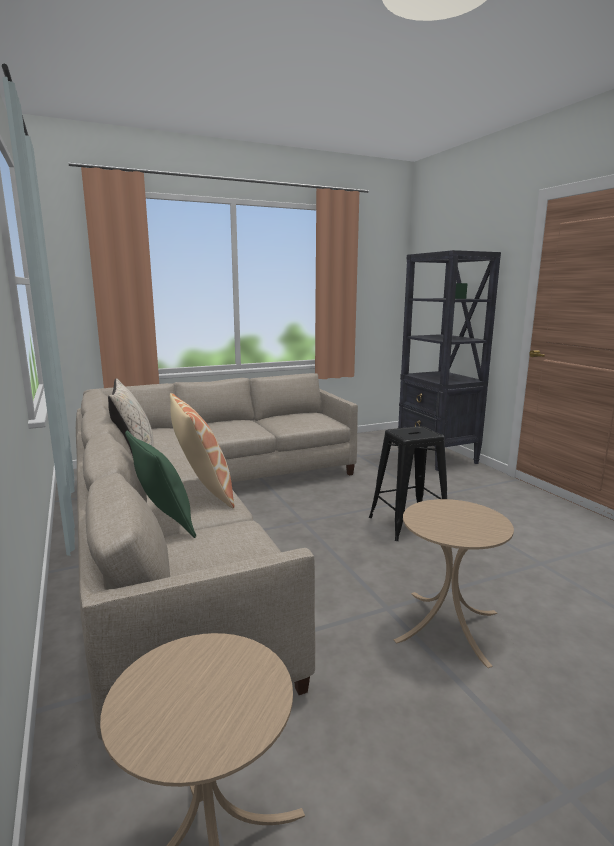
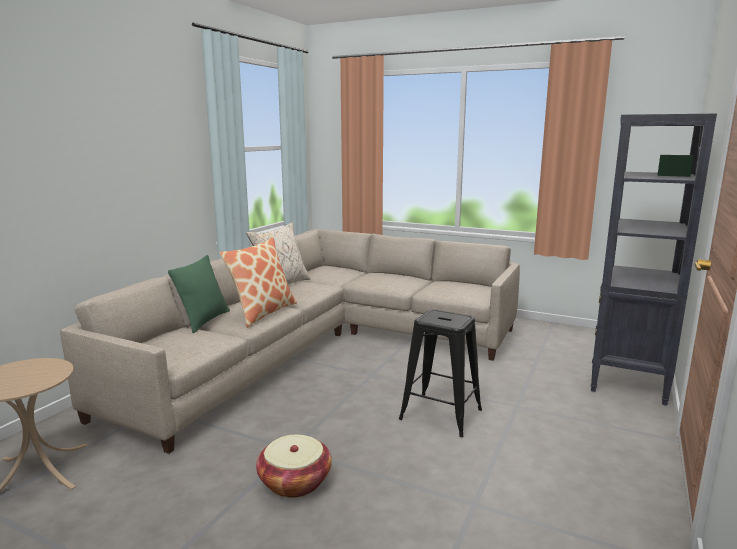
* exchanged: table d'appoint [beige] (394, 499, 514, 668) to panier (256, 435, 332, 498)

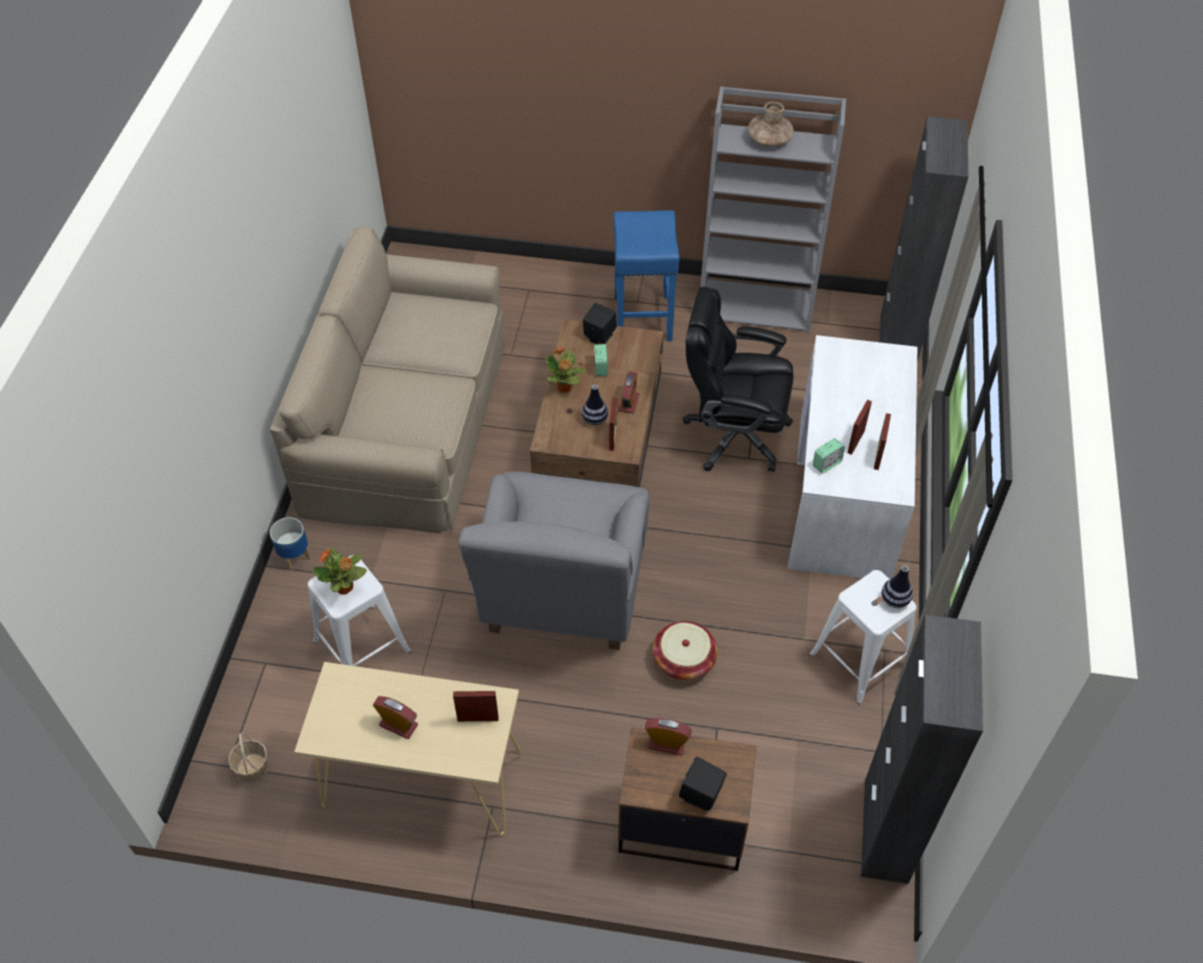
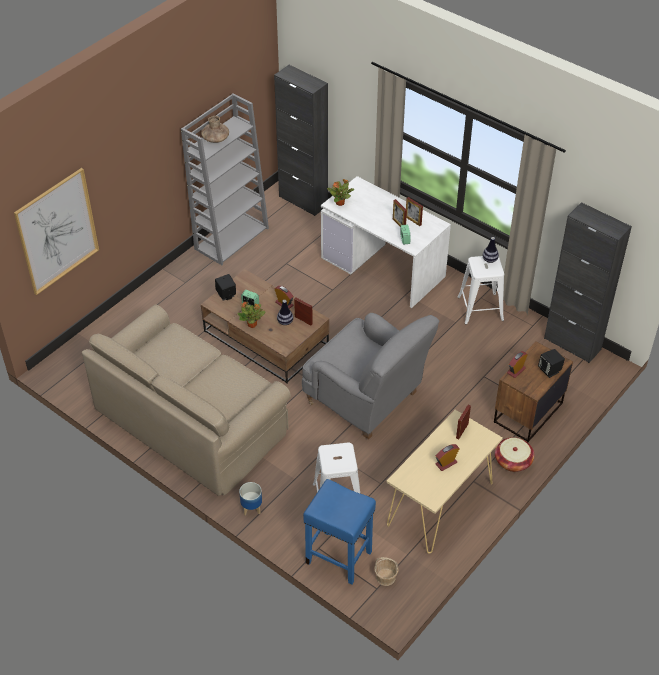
* appeared: tableau (14, 168, 99, 295)
* relocated: tabouret [bleu] (613, 210, 679, 341) to (303, 479, 376, 585)
* relocated: plante en pot (312, 548, 367, 595) to (327, 179, 354, 206)
* relocated: panier (653, 621, 718, 680) to (495, 437, 534, 472)
* missing: chaise de bureau [noir] (683, 287, 794, 472)

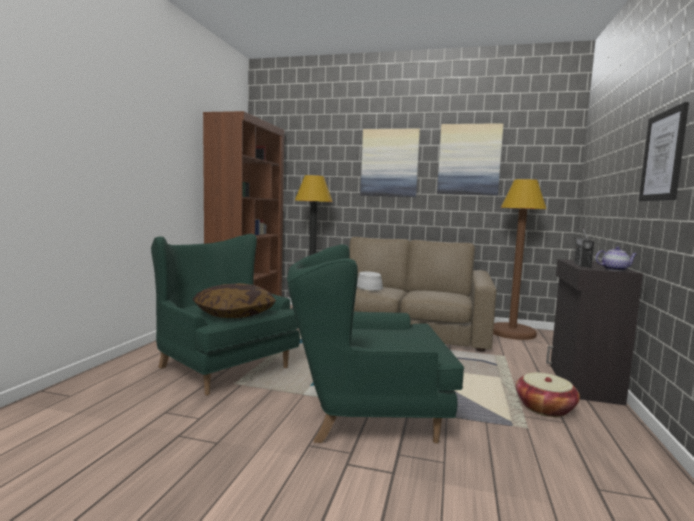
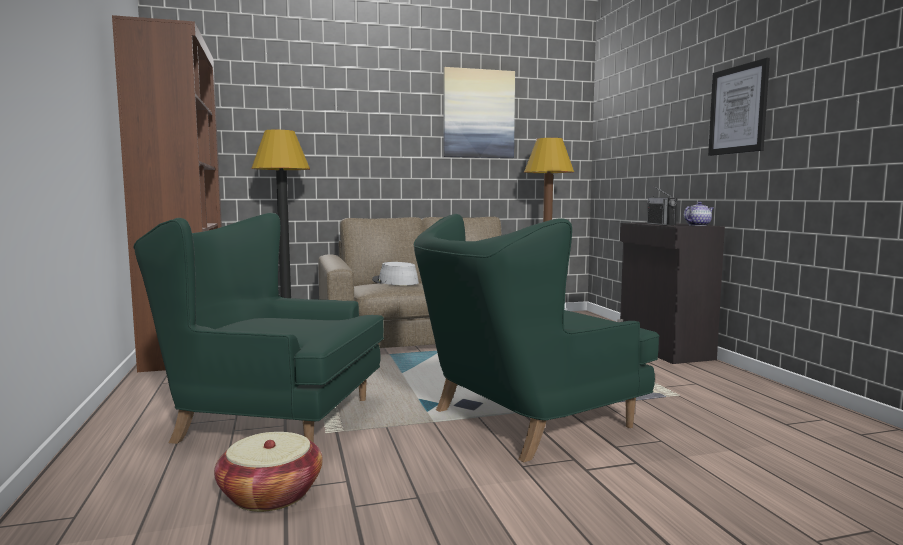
* relocated: panier (516, 372, 580, 417) to (214, 432, 323, 512)
* missing: coussin (193, 283, 276, 318)
* missing: tableau (360, 129, 420, 197)

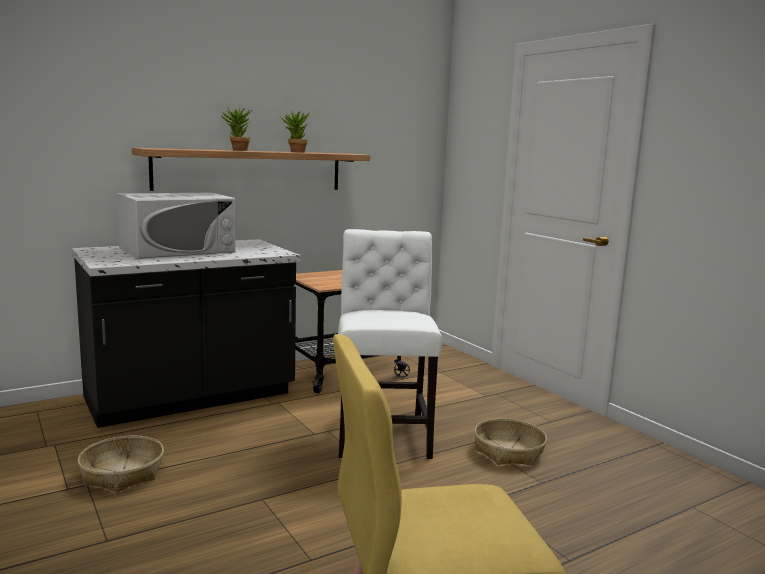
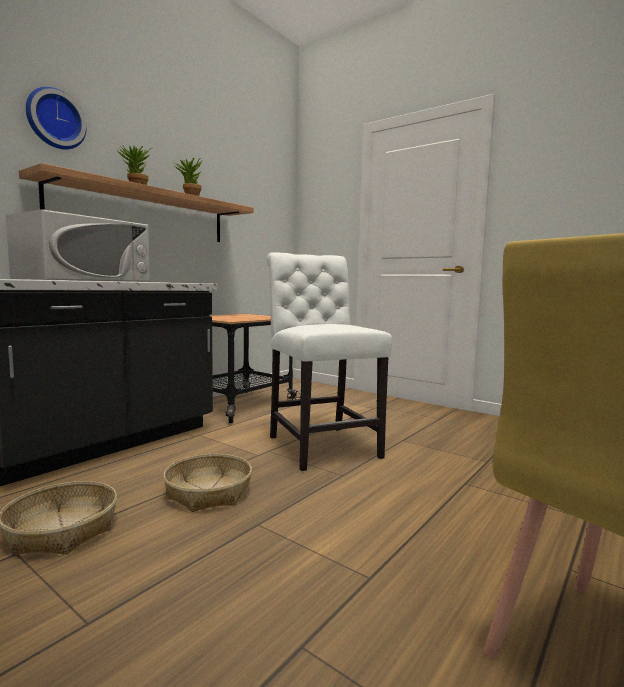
* appeared: horloge murale (26, 87, 87, 150)
* relocated: panier (474, 419, 547, 466) to (163, 454, 252, 512)

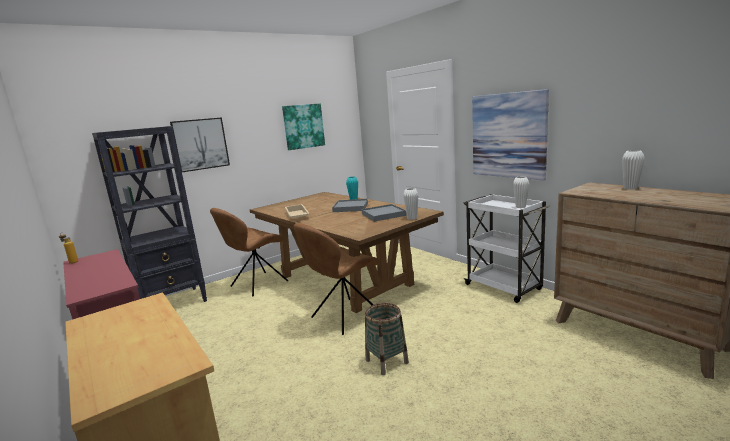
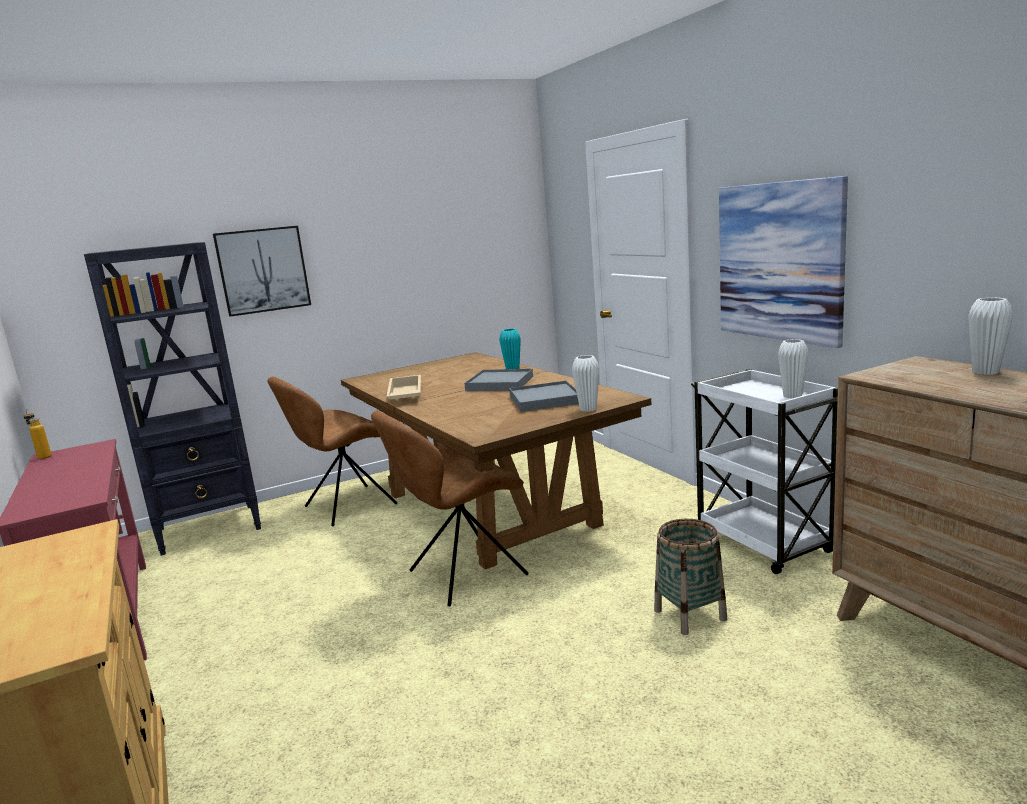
* relocated: panier (365, 303, 409, 375) to (654, 519, 727, 635)
* missing: tableau (282, 104, 325, 150)

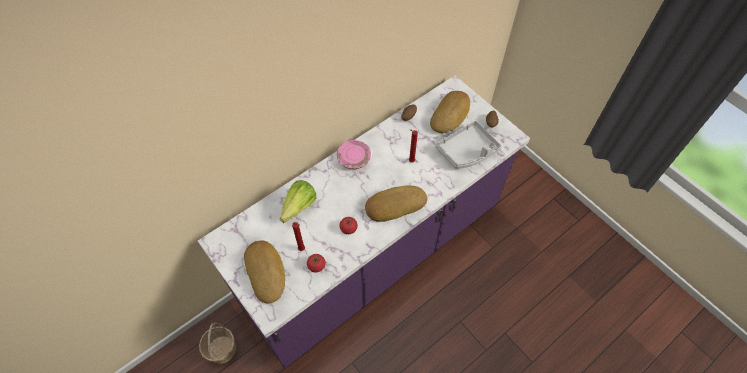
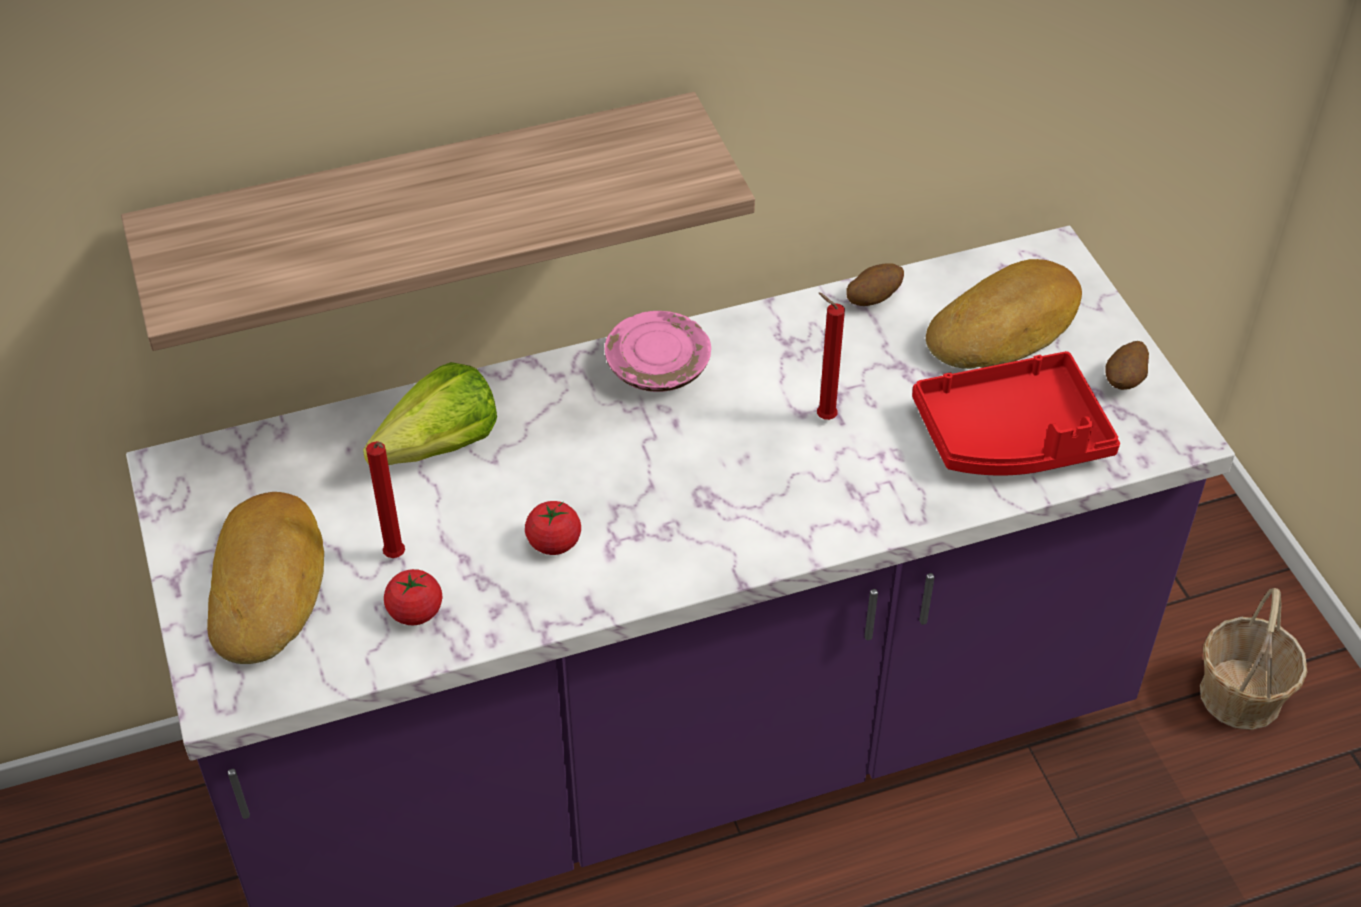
* appeared: étagère (121, 92, 755, 351)
* colour: plateau [gris] (435, 120, 501, 169) to plateau [rouge] (912, 351, 1120, 476)
* relocated: panier (199, 322, 236, 364) to (1200, 588, 1308, 730)
* missing: pain (365, 186, 427, 222)

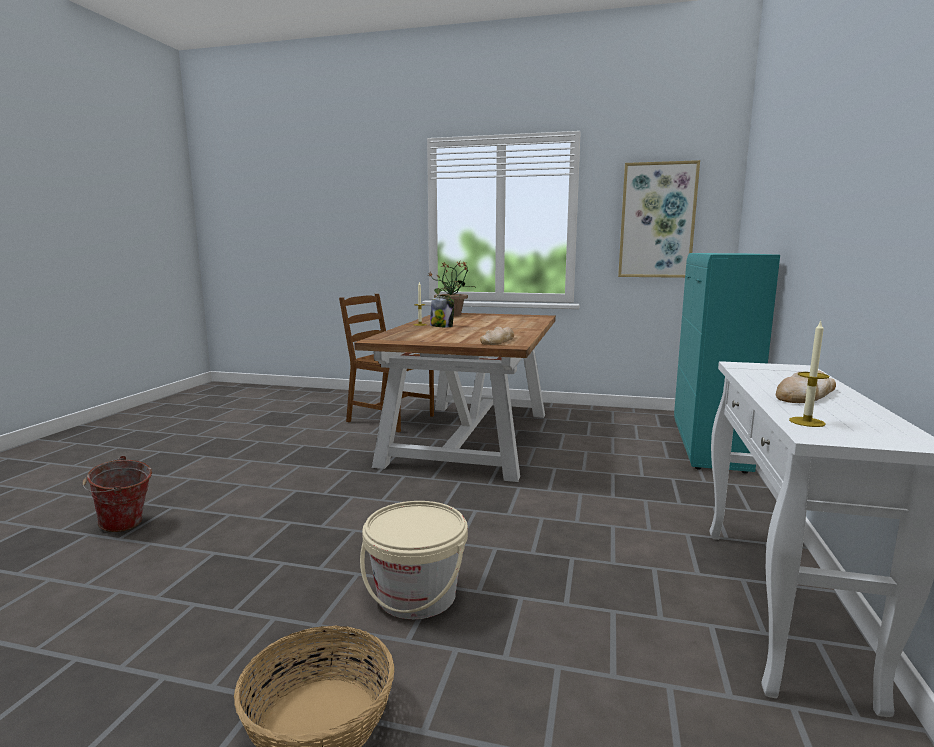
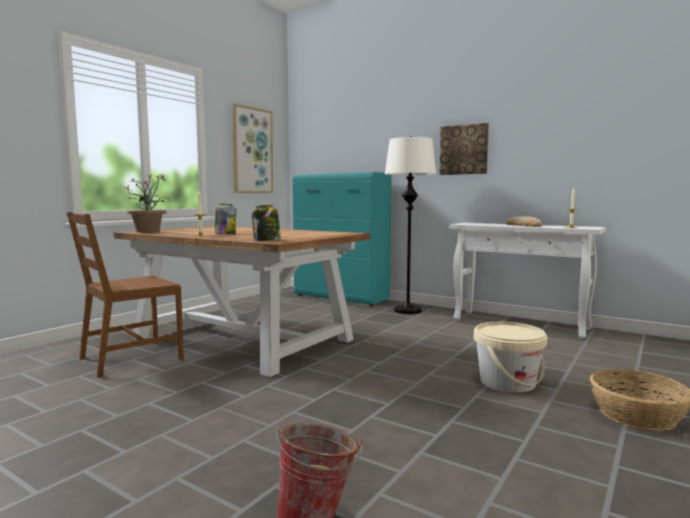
* appeared: bocal (251, 205, 281, 241)
* appeared: lampadaire [blanc] (385, 136, 436, 314)
* appeared: tableau (439, 123, 489, 175)
* missing: pain (480, 327, 514, 345)

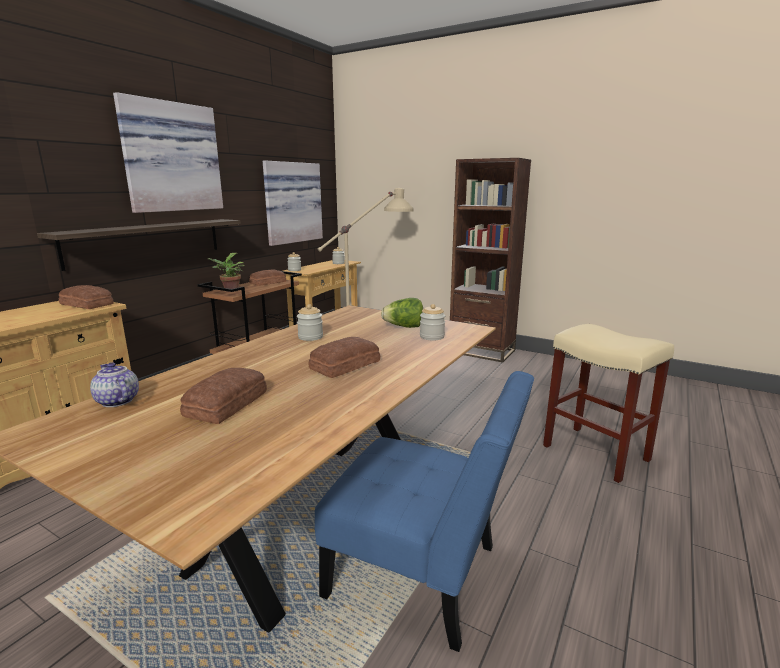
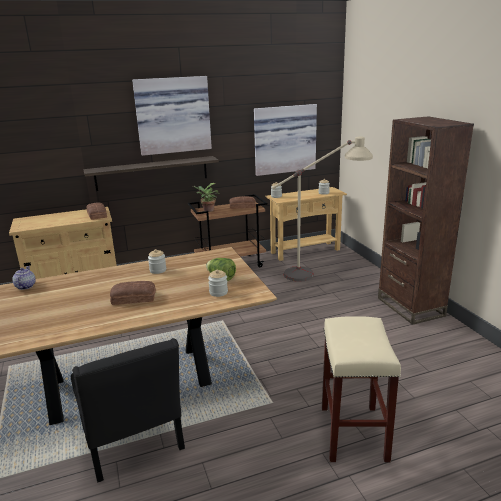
* colour: chaise [bleu] (315, 371, 534, 652) to chaise [noir] (71, 338, 185, 483)
* missing: pain (180, 368, 267, 424)

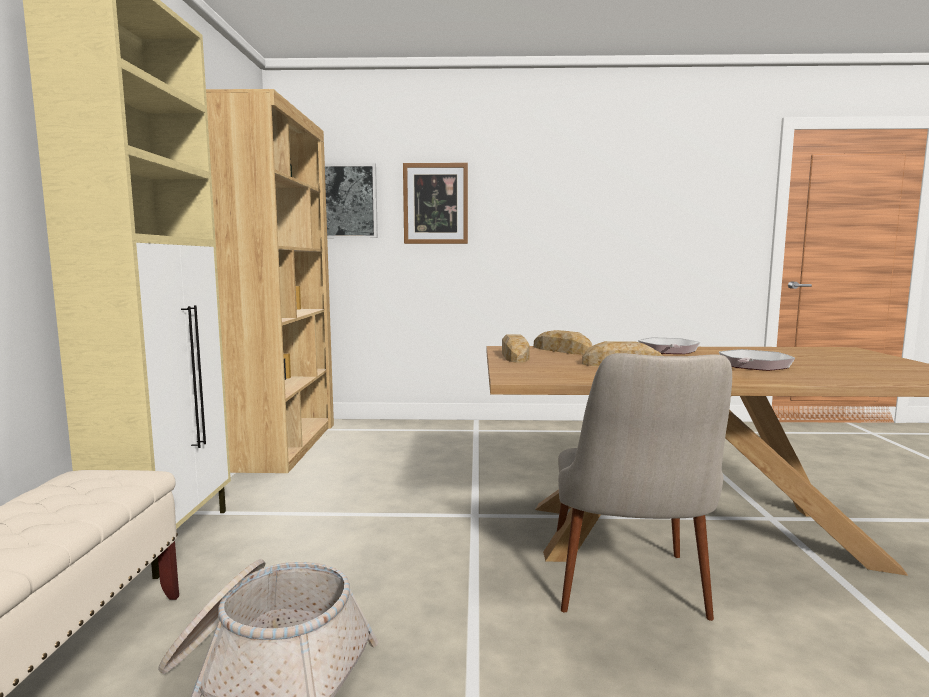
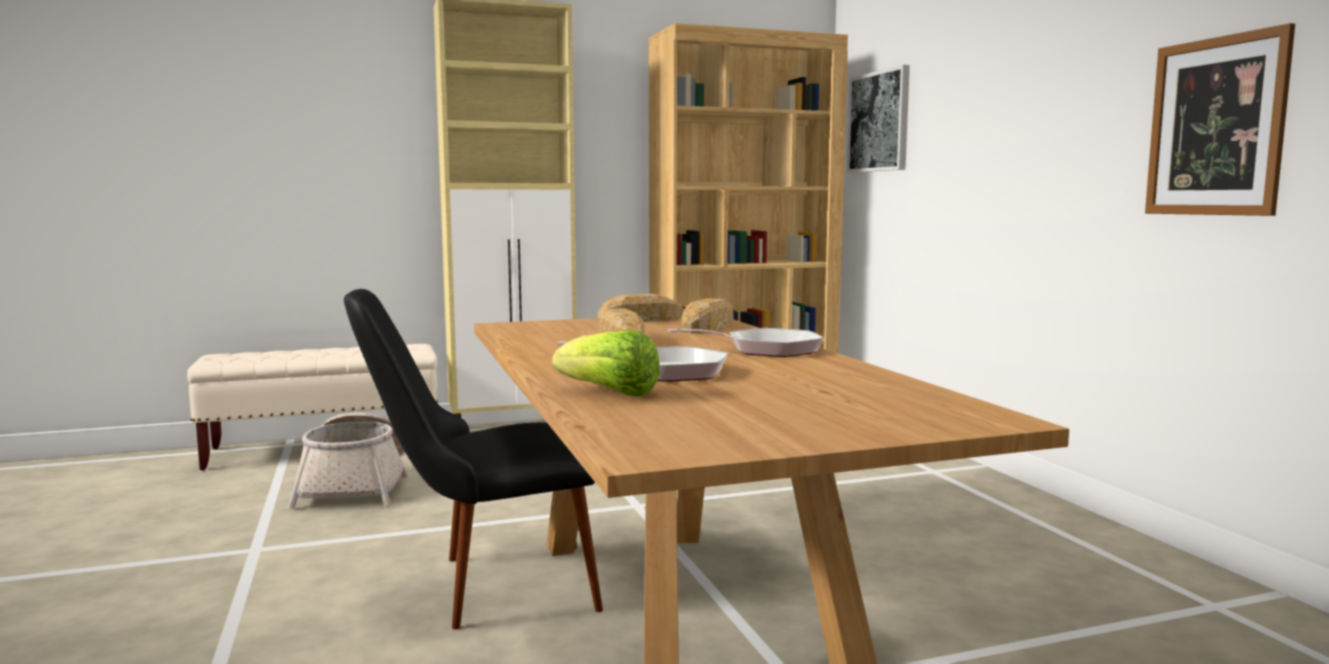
* colour: chaise [beige] (557, 353, 732, 621) to chaise [noir] (344, 289, 603, 629)
* appeared: laitue (552, 330, 660, 396)
* relocated: tableau (403, 163, 468, 244) to (1145, 23, 1295, 216)

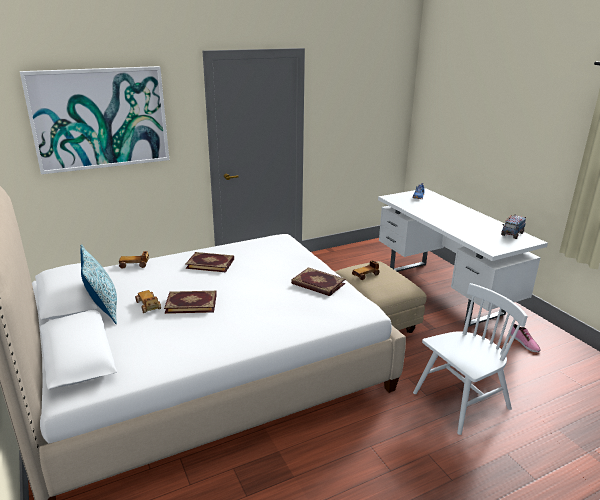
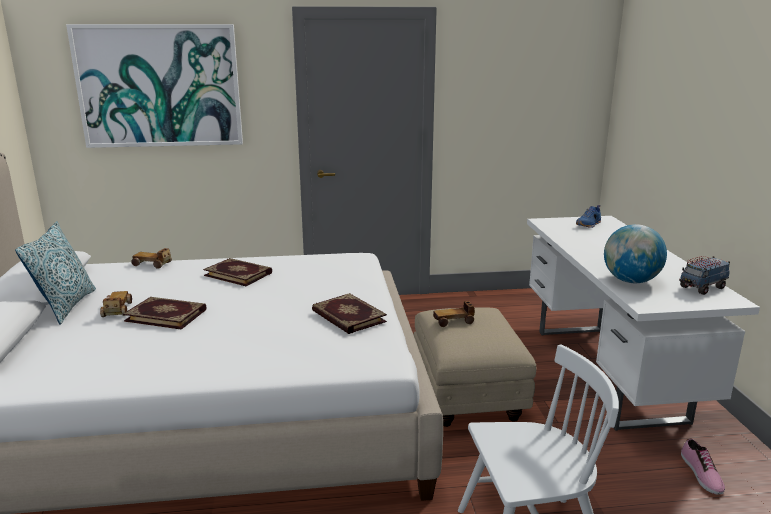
* appeared: globe (604, 224, 667, 283)

